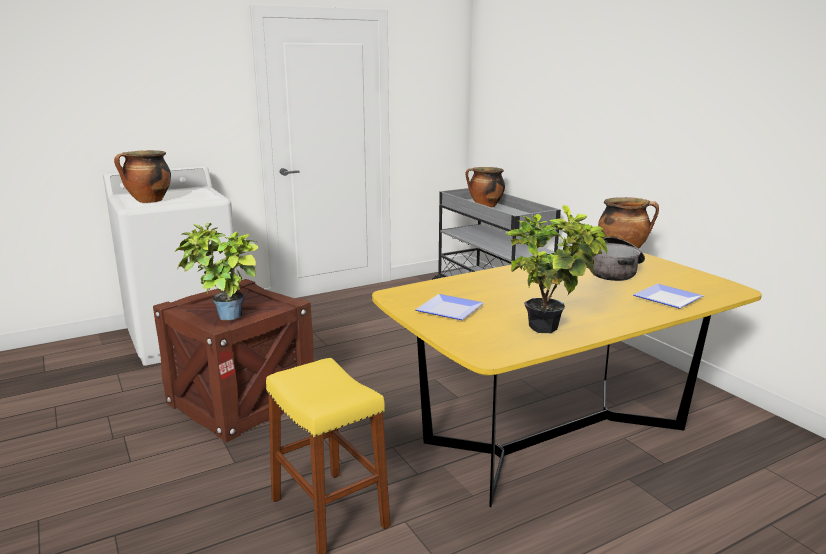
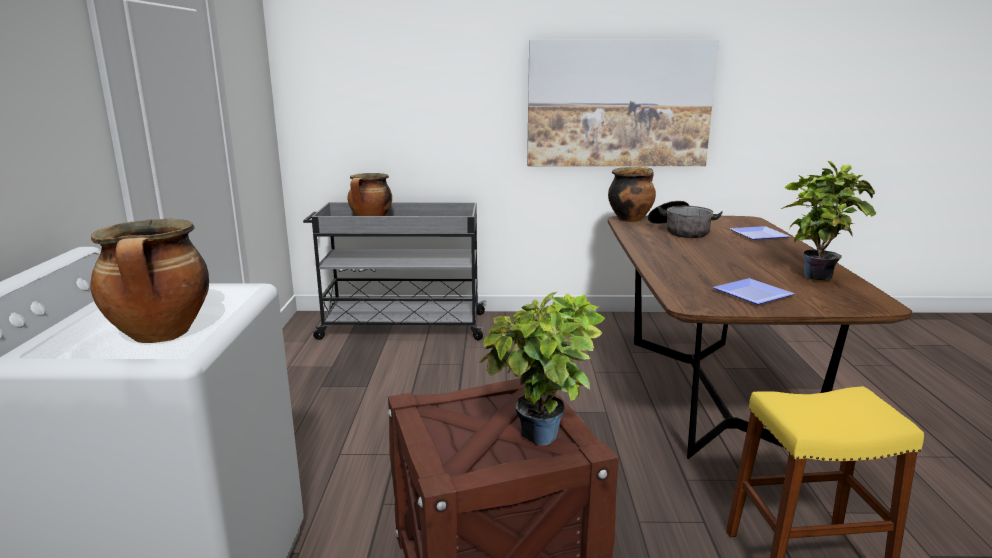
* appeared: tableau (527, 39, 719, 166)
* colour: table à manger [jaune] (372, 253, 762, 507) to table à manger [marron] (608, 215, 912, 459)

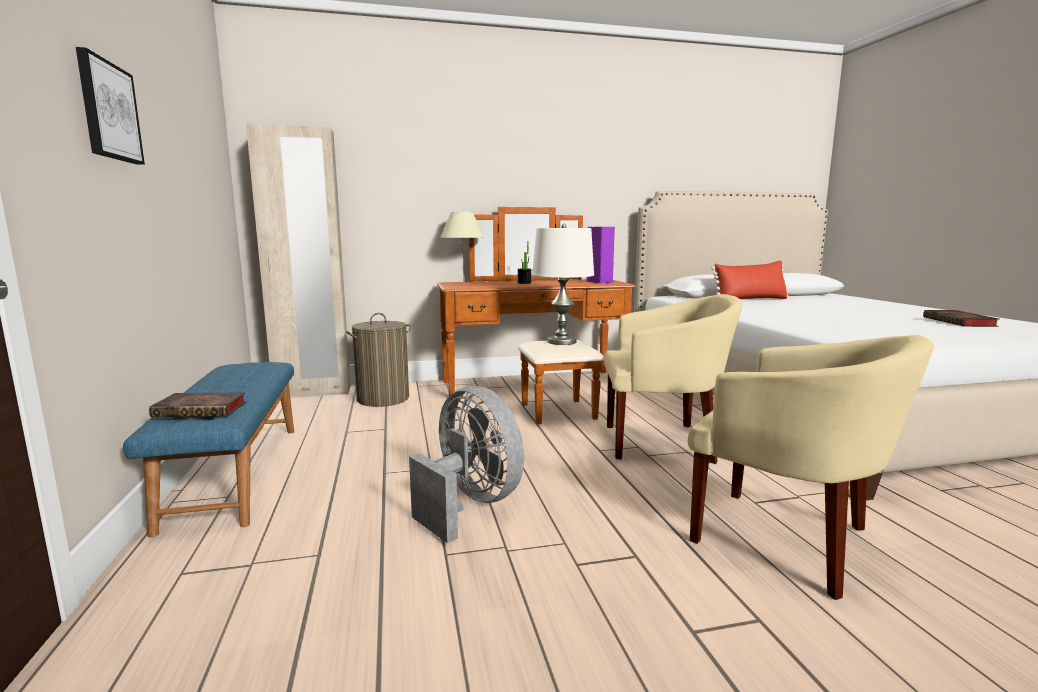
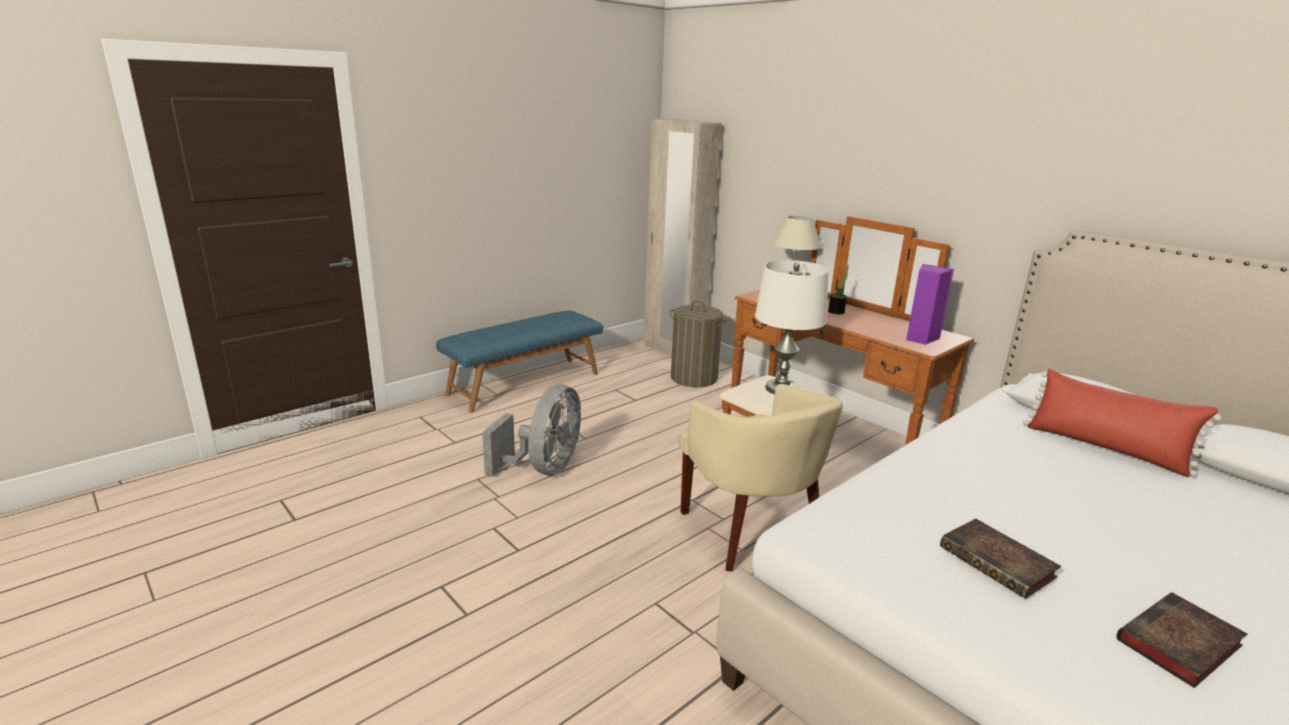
* relocated: livre (149, 392, 247, 417) to (940, 519, 1061, 599)
* missing: tableau (76, 47, 145, 165)
* missing: fauteuil [beige] (688, 335, 934, 600)

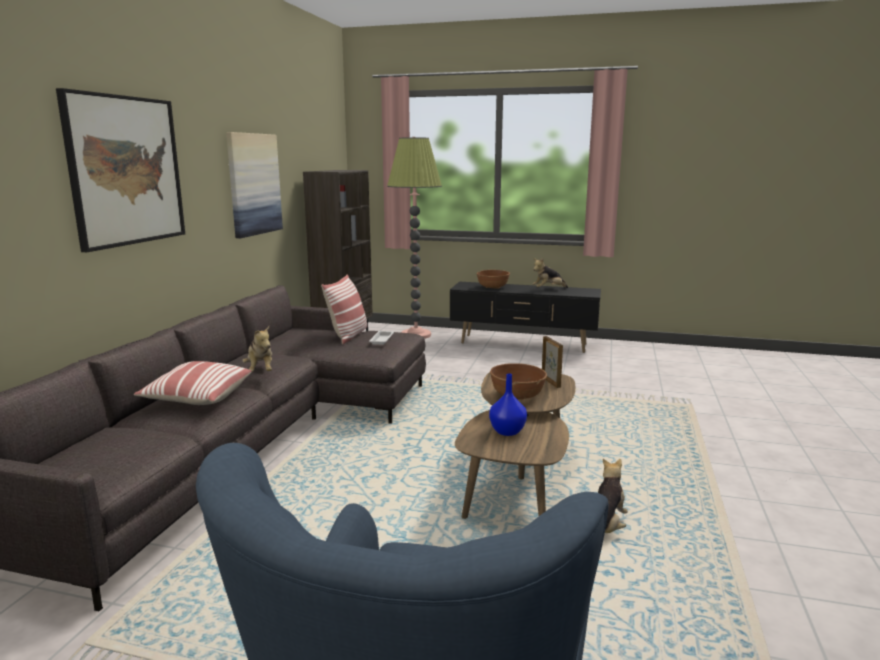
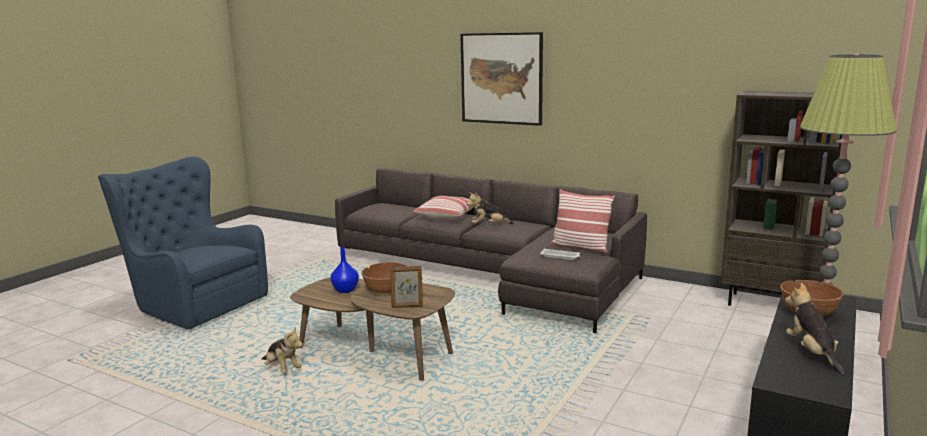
* missing: tableau (226, 132, 283, 238)

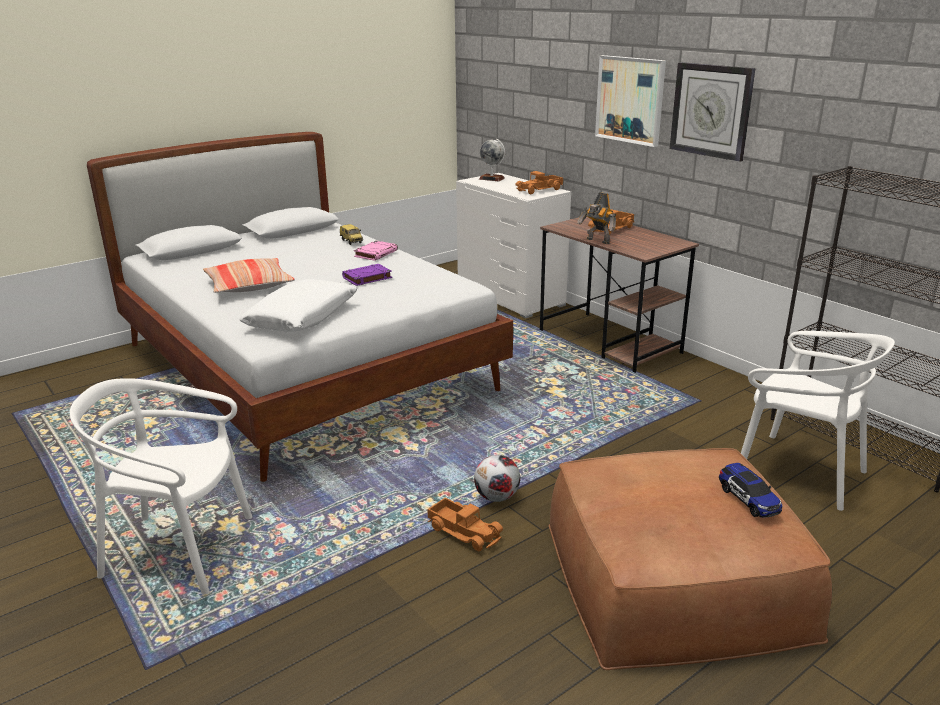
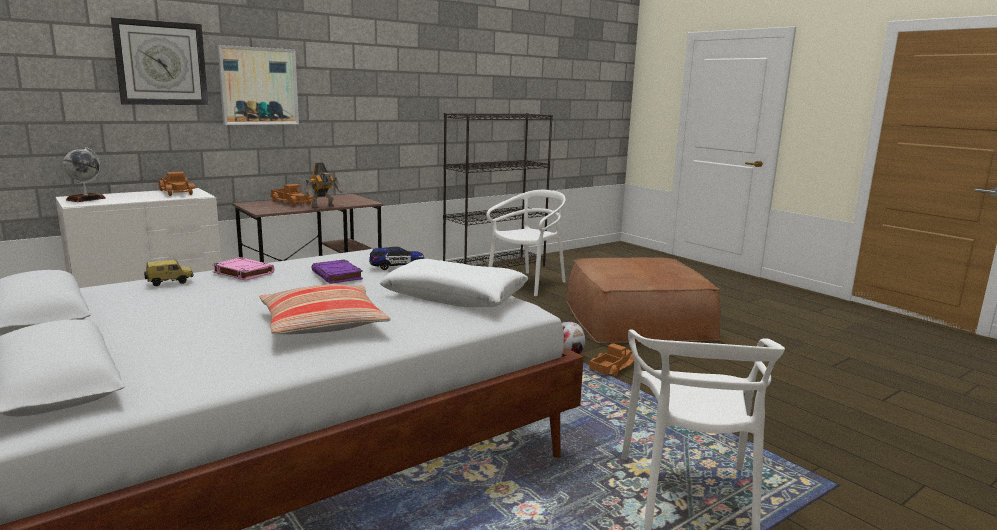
* relocated: horloge murale (670, 62, 756, 162) to (111, 17, 208, 105)
* relocated: petite voiture (719, 463, 782, 518) to (369, 247, 425, 270)

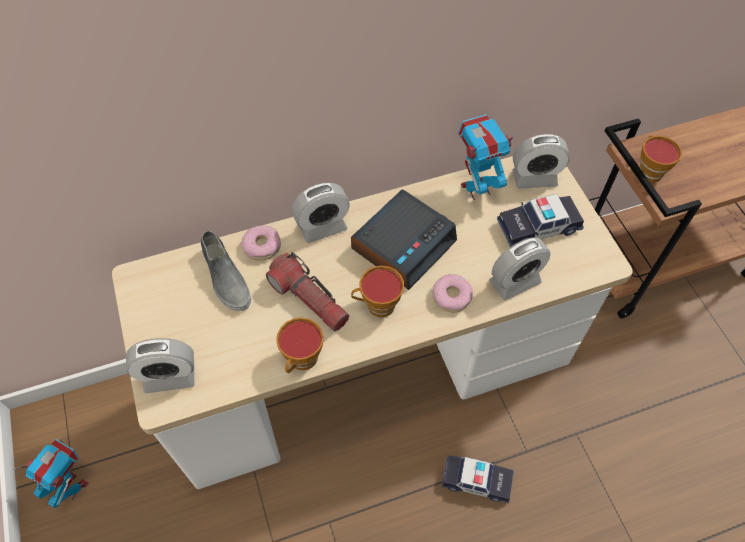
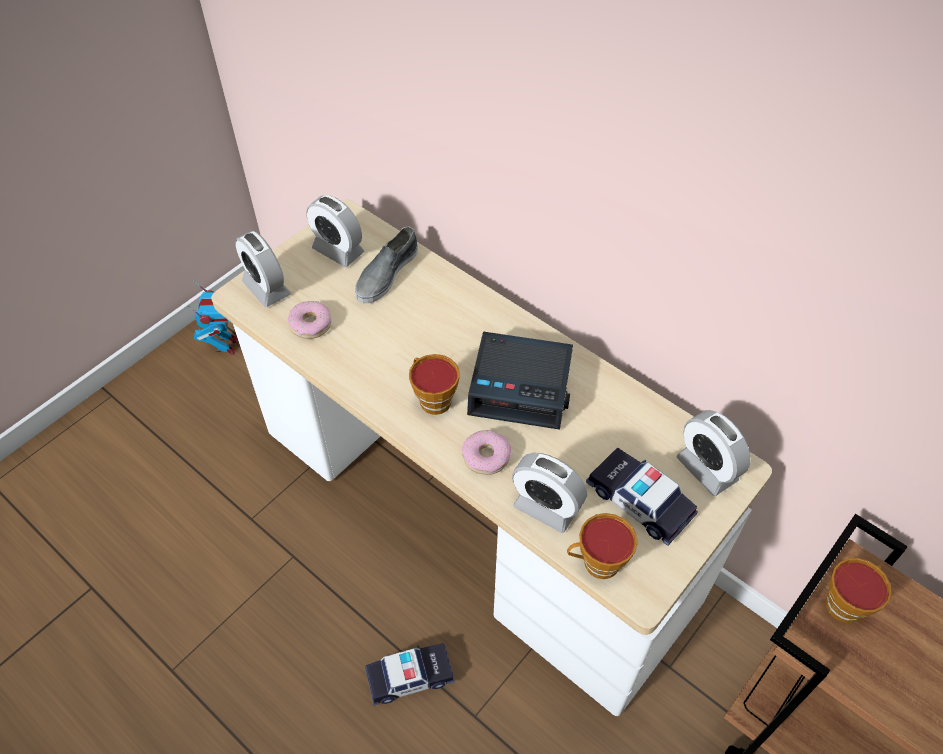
* relocated: beignet (241, 225, 281, 261) to (288, 301, 331, 339)
* relocated: réveil (292, 183, 350, 243) to (307, 195, 365, 267)
* spun: petite voiture (441, 455, 514, 503) = (365, 643, 455, 706) 90 degrees counterclockwise
* relocated: tasse (276, 317, 323, 373) to (567, 513, 638, 579)
* missing: lampe de poche (266, 252, 349, 332)
* missing: robot jouet (458, 114, 518, 200)

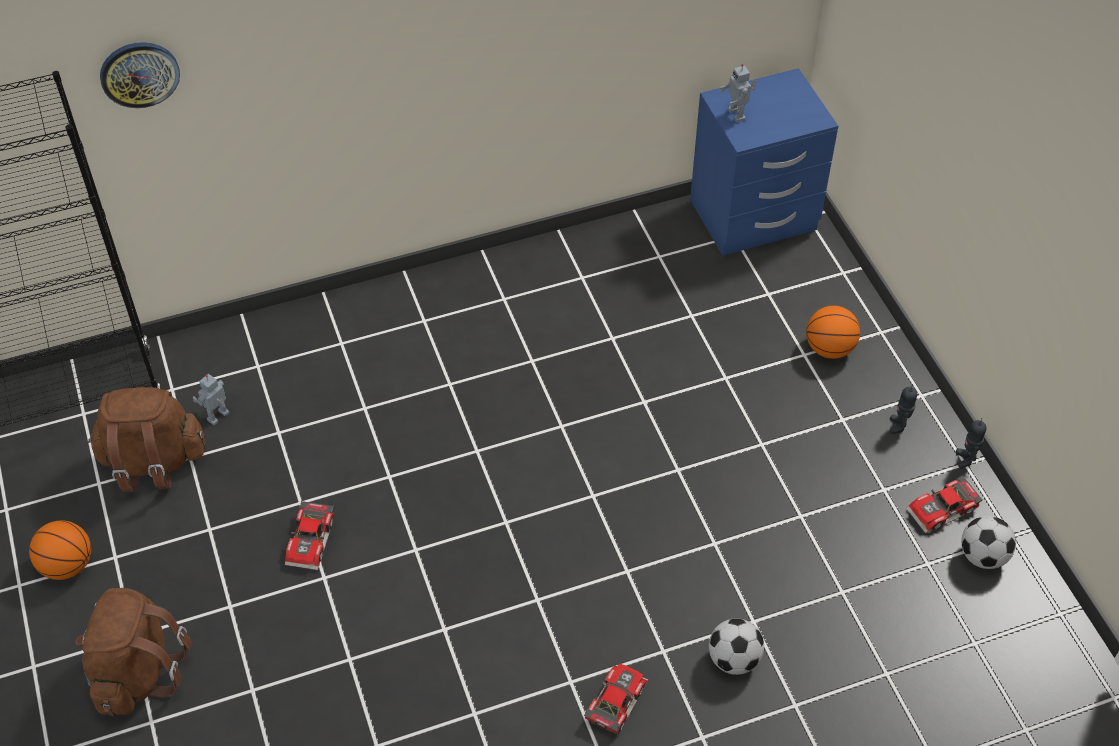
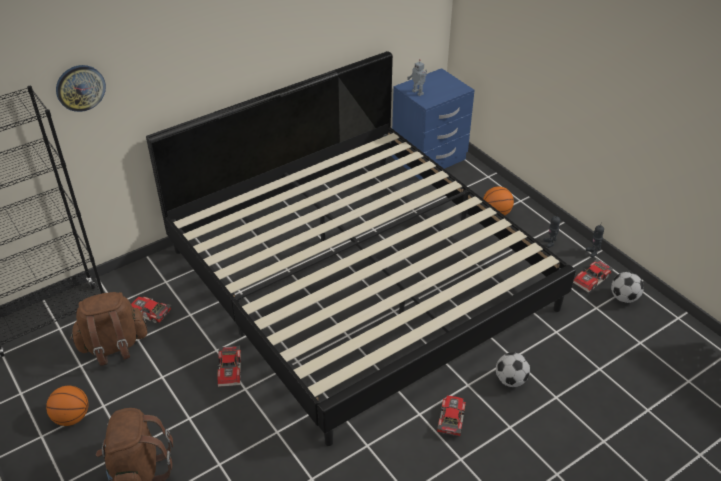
* exchanged: robot jouet (192, 374, 229, 425) to petite voiture (131, 297, 172, 324)
* appeared: lit (146, 51, 576, 446)

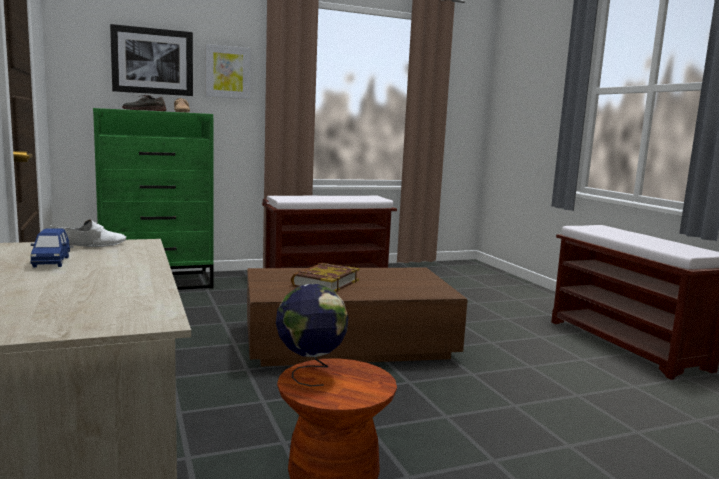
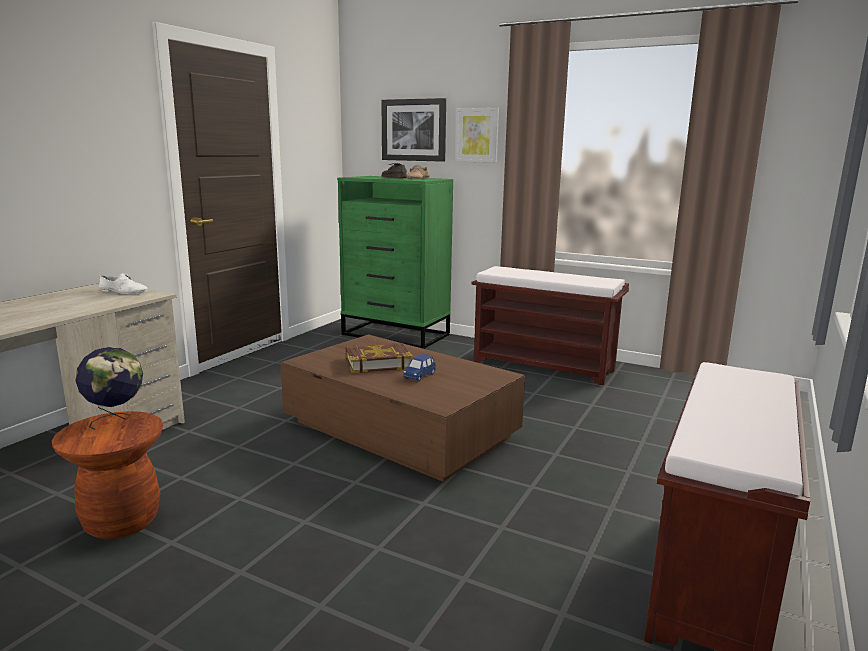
* relocated: petite voiture [bleu] (30, 228, 70, 268) to (403, 354, 436, 382)

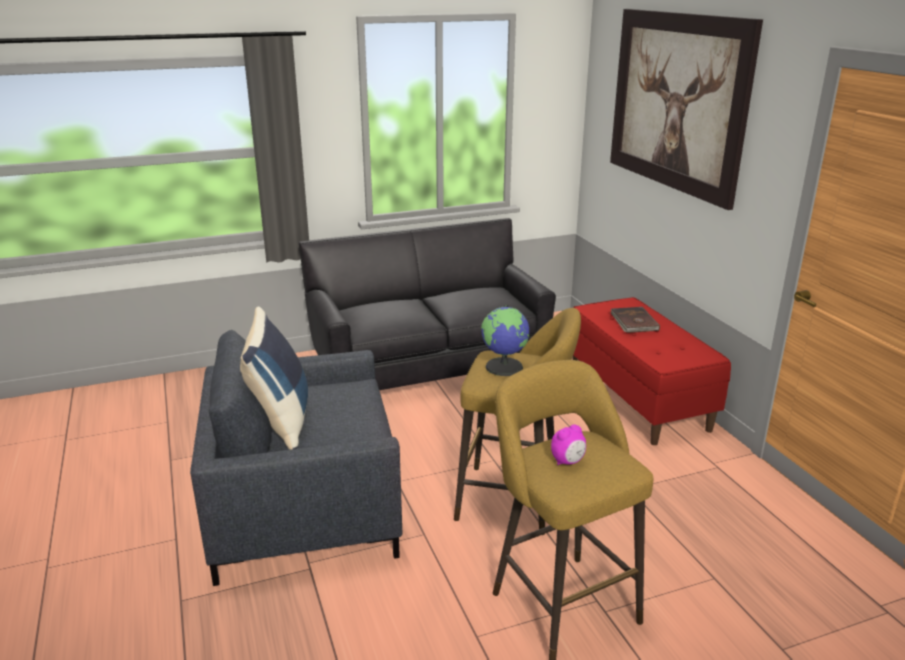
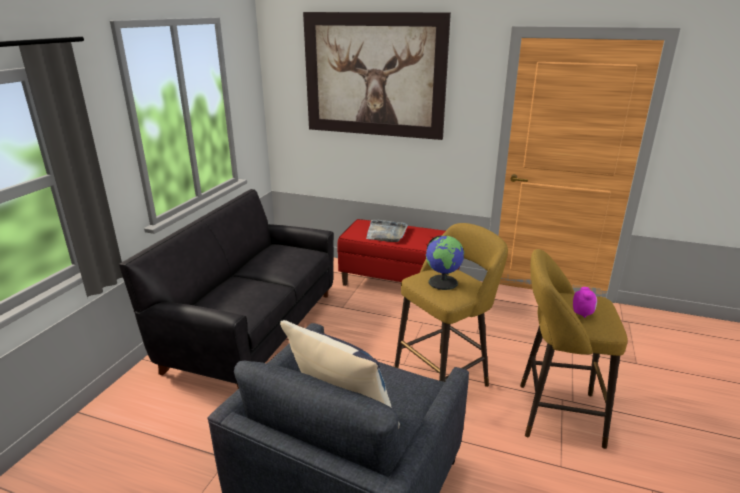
* exchanged: livre [marron] (611, 307, 660, 333) to plateau [gris] (366, 220, 408, 242)

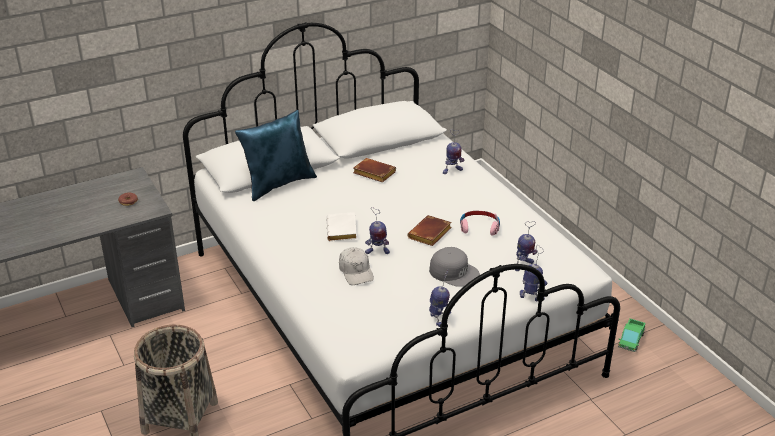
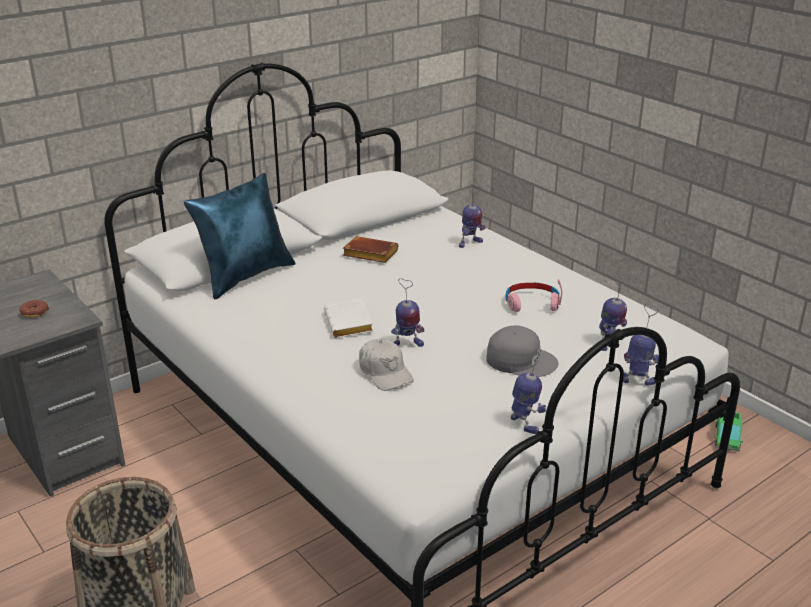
* missing: livre [marron] (407, 215, 452, 246)

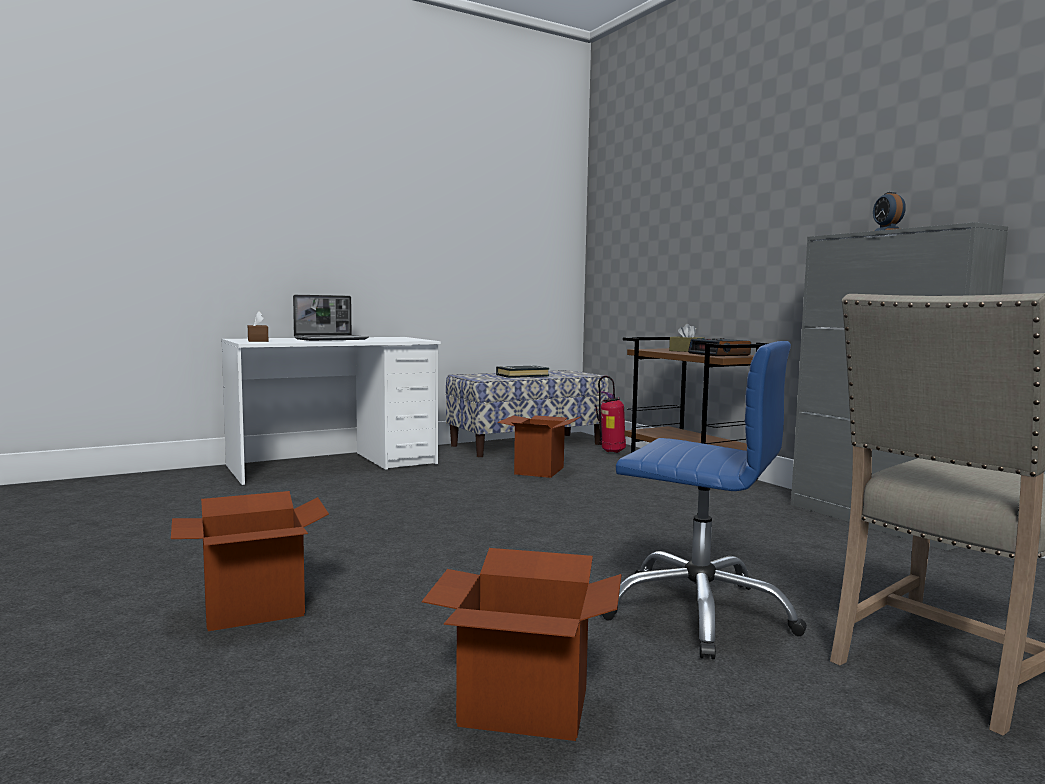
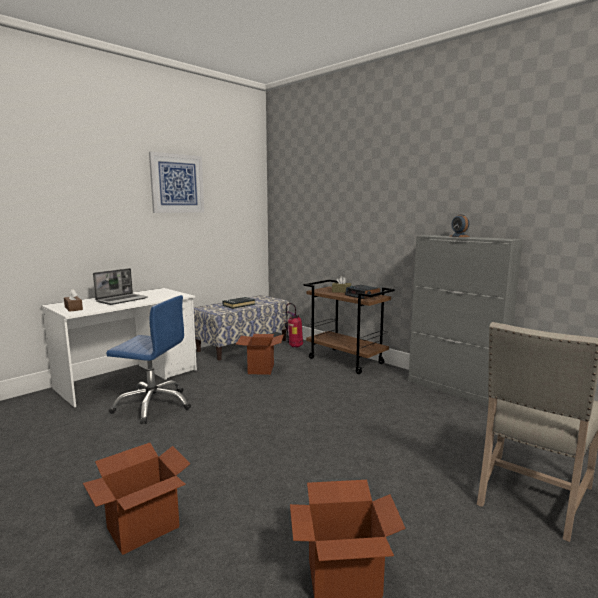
* relocated: chaise de bureau [bleu] (602, 341, 807, 659) to (106, 295, 191, 424)
* appeared: tableau (149, 151, 204, 213)

